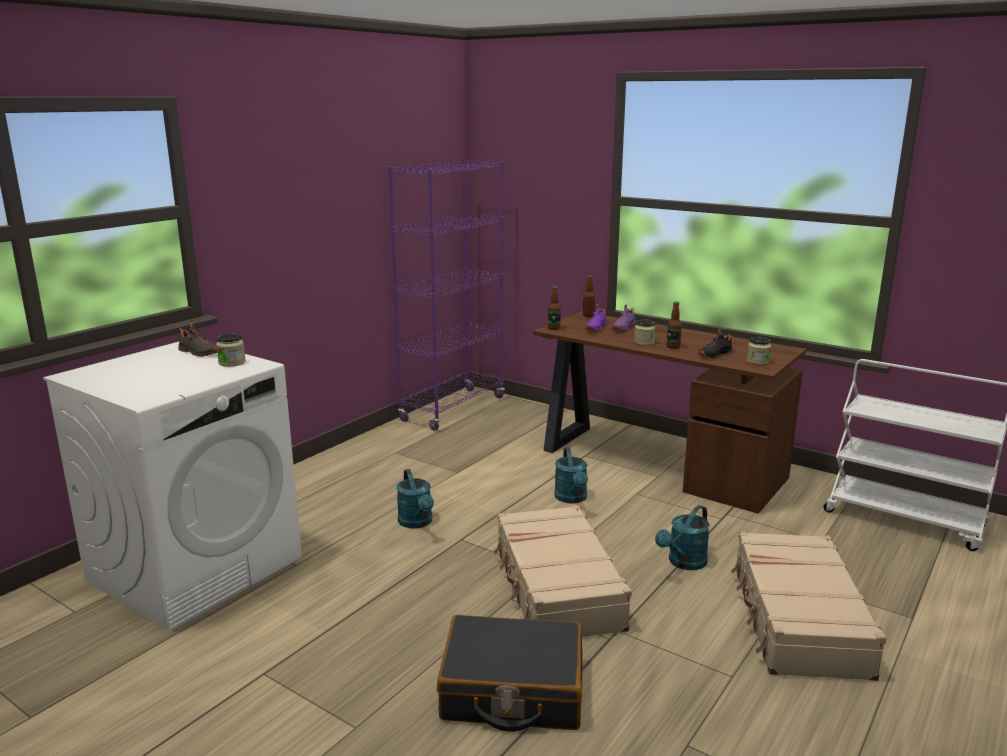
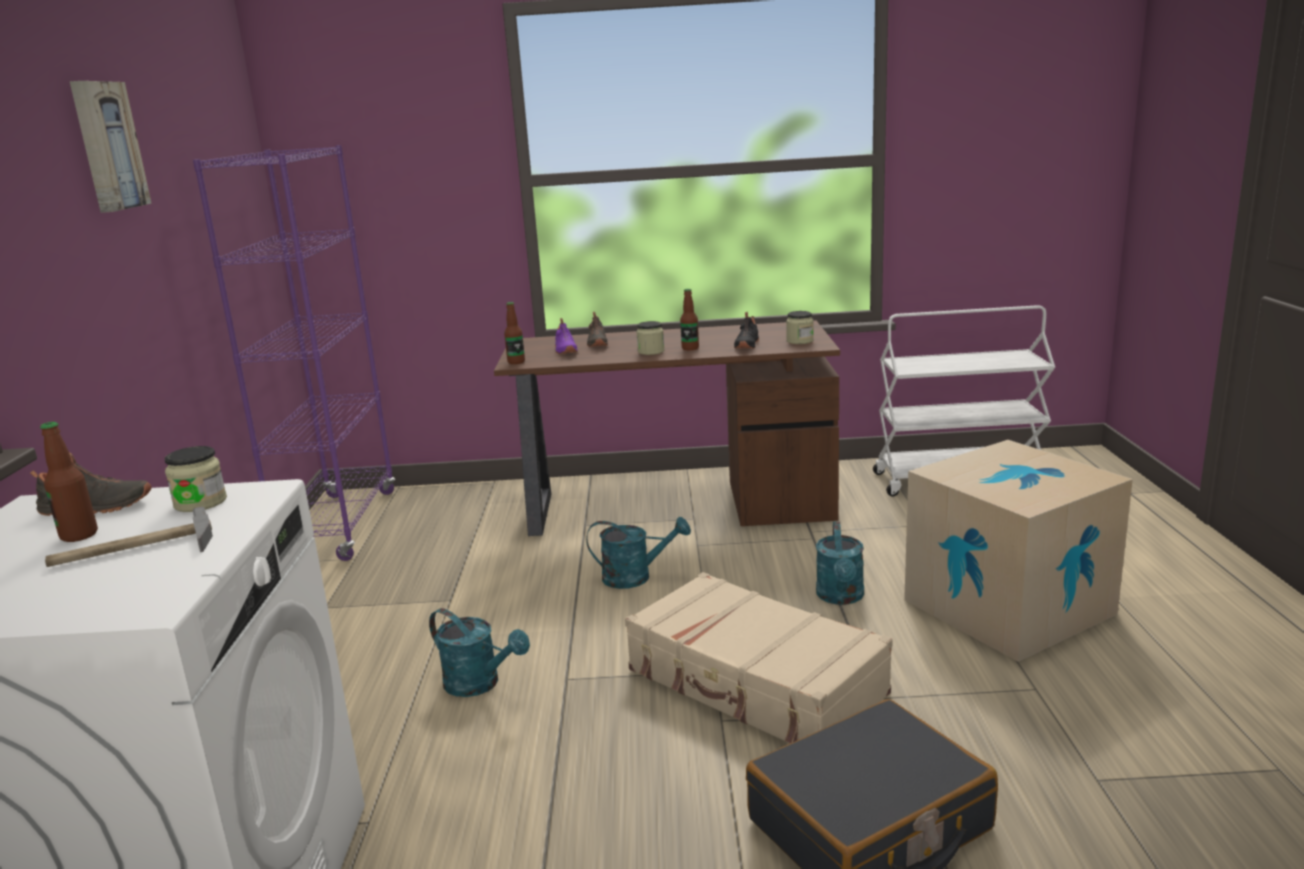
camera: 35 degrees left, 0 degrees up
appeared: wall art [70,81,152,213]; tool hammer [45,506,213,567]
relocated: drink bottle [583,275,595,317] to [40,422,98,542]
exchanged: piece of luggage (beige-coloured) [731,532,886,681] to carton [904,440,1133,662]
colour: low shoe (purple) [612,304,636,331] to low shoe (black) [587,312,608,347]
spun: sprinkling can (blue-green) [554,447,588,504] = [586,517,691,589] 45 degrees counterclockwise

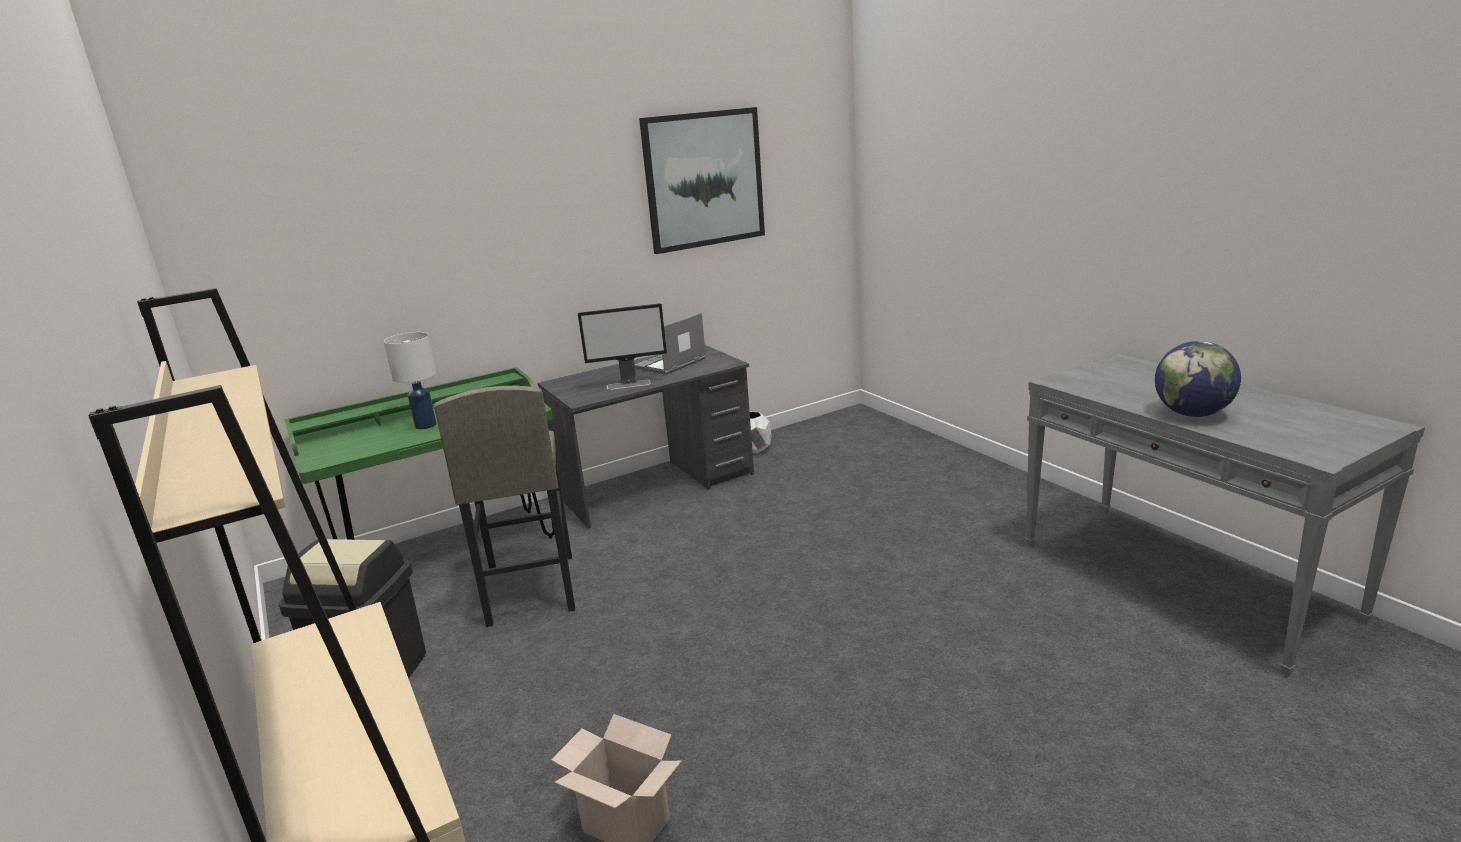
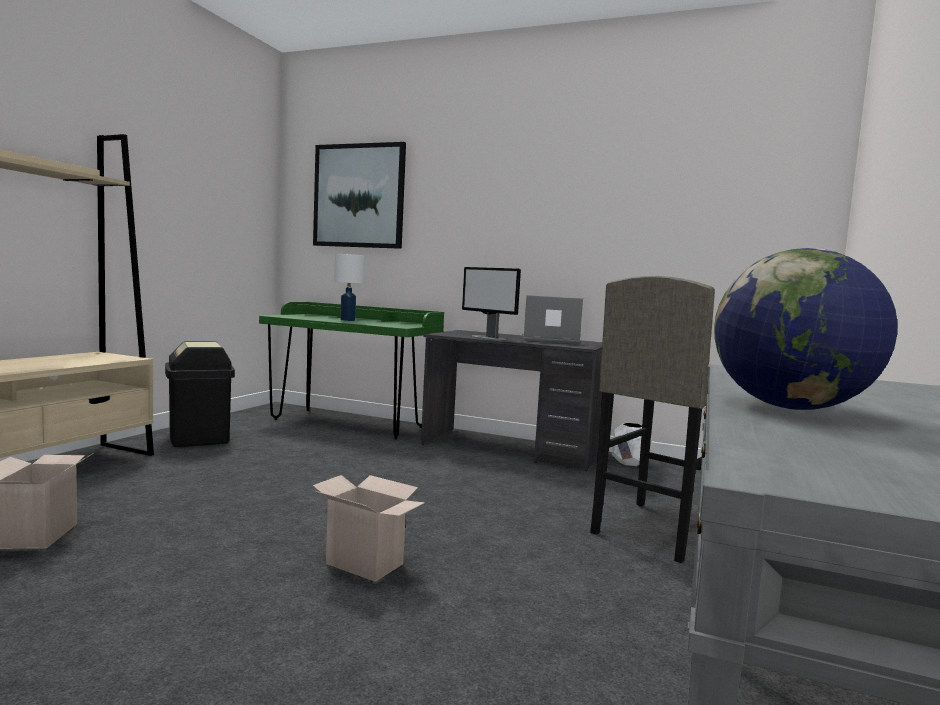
camera: 50 degrees right, 15 degrees down
appeared: carton [313,475,425,582]
relocated: wall art [639,107,765,254] to [313,142,406,249]; sitting stool (gray) [434,386,575,627] to [590,276,715,563]

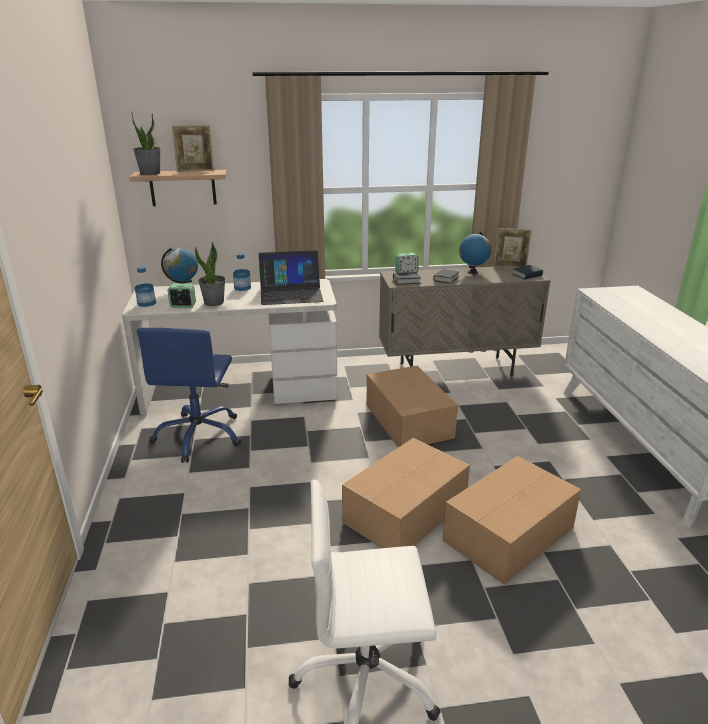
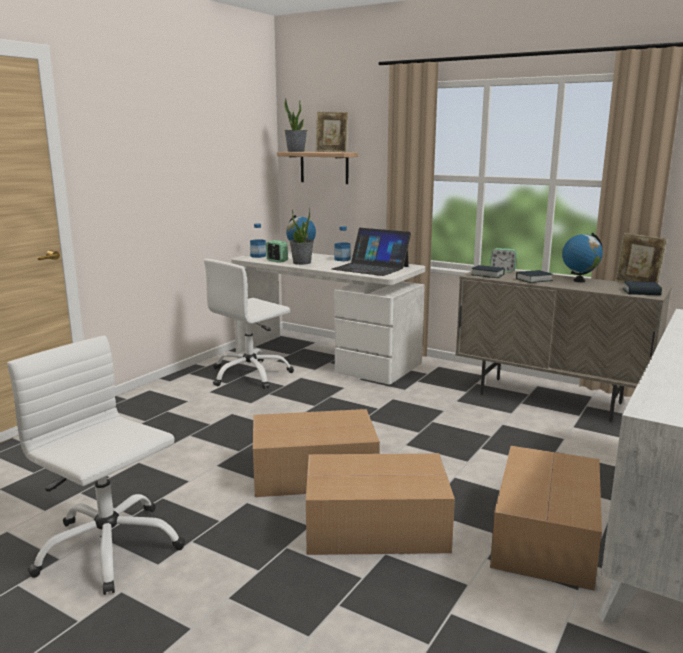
camera: 40 degrees right, 10 degrees down
relocated: carton [367,366,458,447] to [490,446,602,590]
colour: office chair (blue) [137,328,241,463] to office chair (whitish) [204,259,294,389]

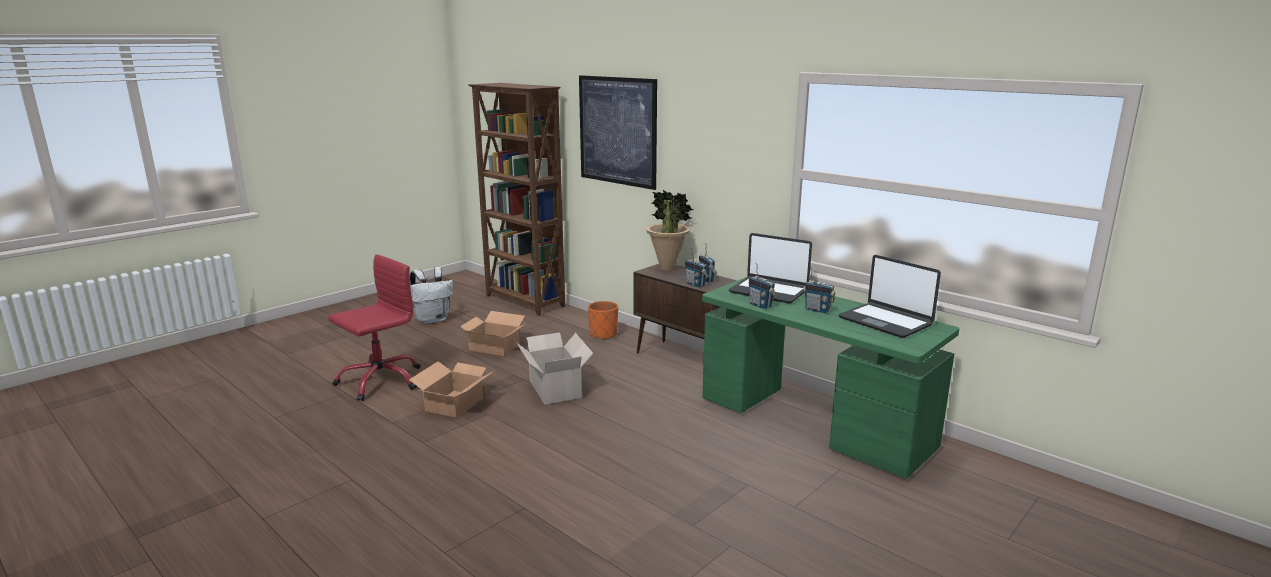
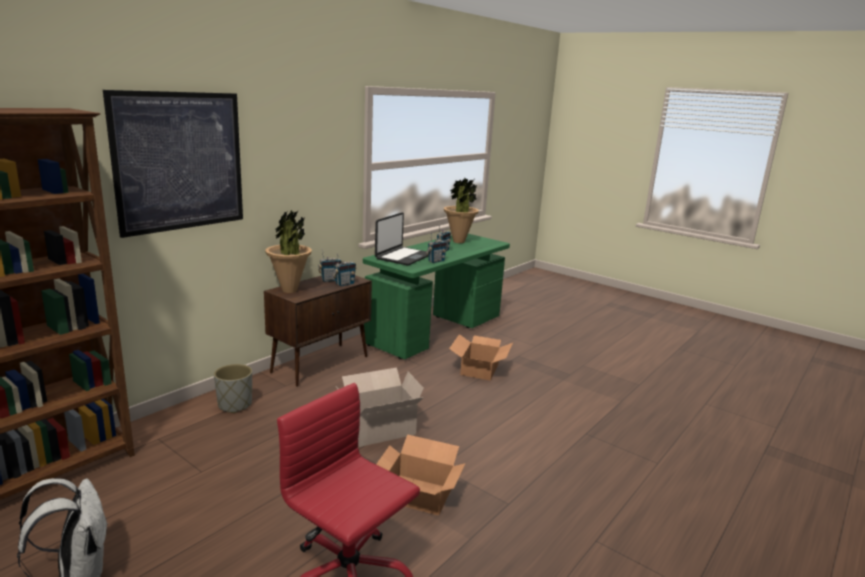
camera: 95 degrees left, 0 degrees up
relocated: carton [459,311,525,356] to [449,334,513,381]
exchanged: laptop [839,255,941,338] to plant in a pot [444,178,479,243]
colour: planter (orange) [588,301,618,340] to planter (gray) [214,364,252,413]

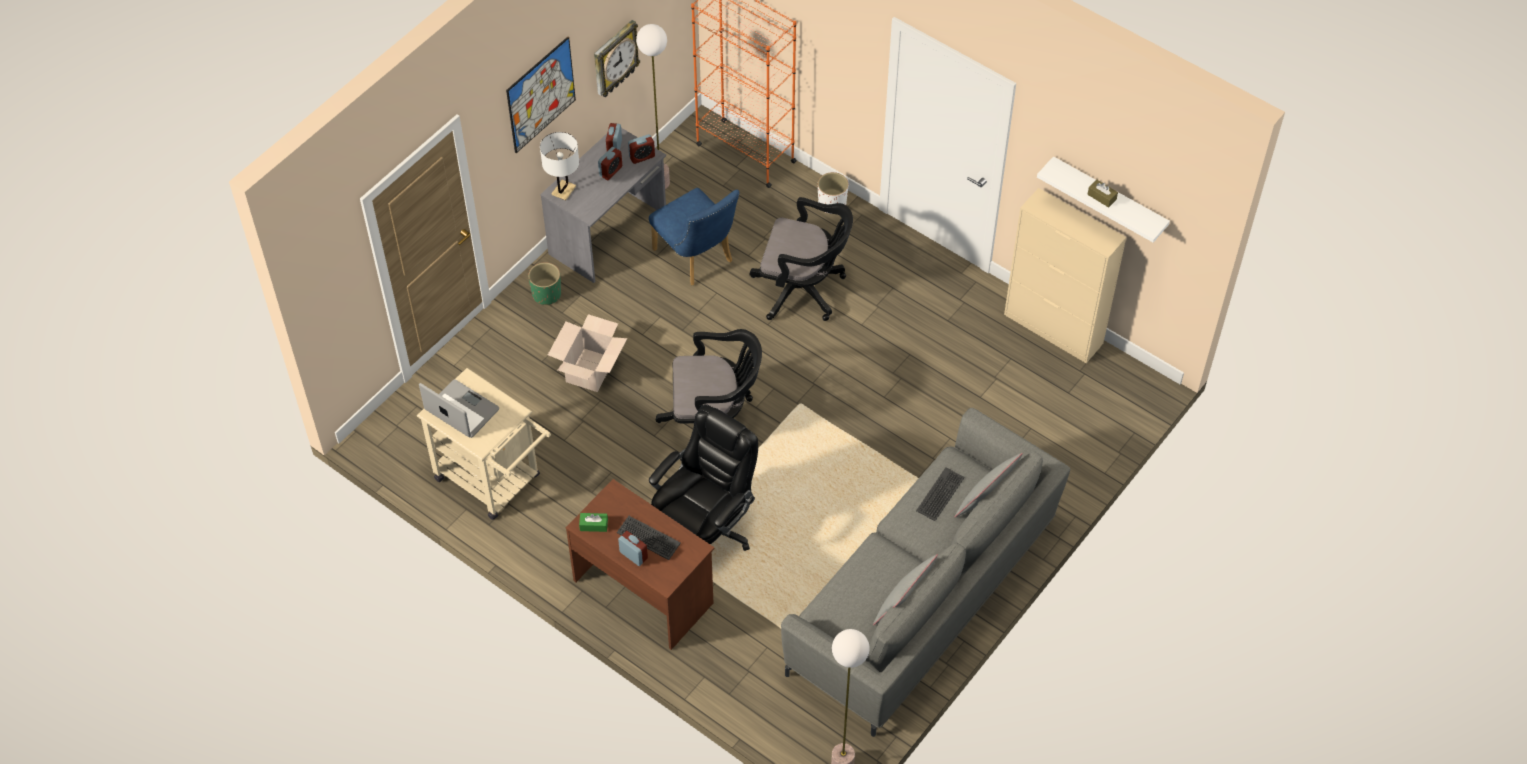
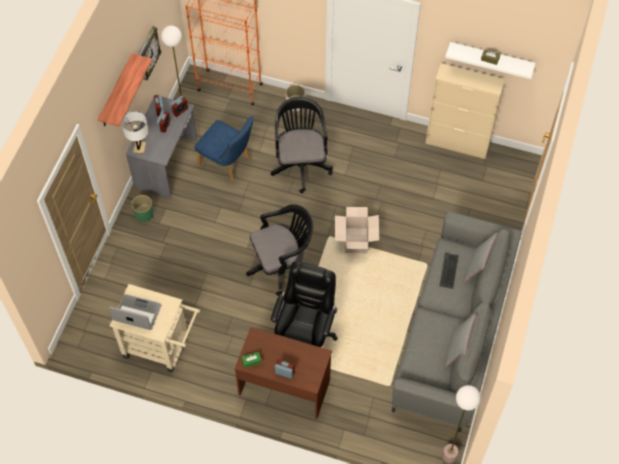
camera: 20 degrees left, 5 degrees up
missing: PC keyboard [617,516,681,560]
relocated: carton [548,314,627,392] to [335,207,379,253]
exchanged: wall art [506,37,576,153] to bracket shelf [98,53,152,126]
spun: office chair (black) [749,197,853,321] = [271,97,333,193] 90 degrees counterclockwise

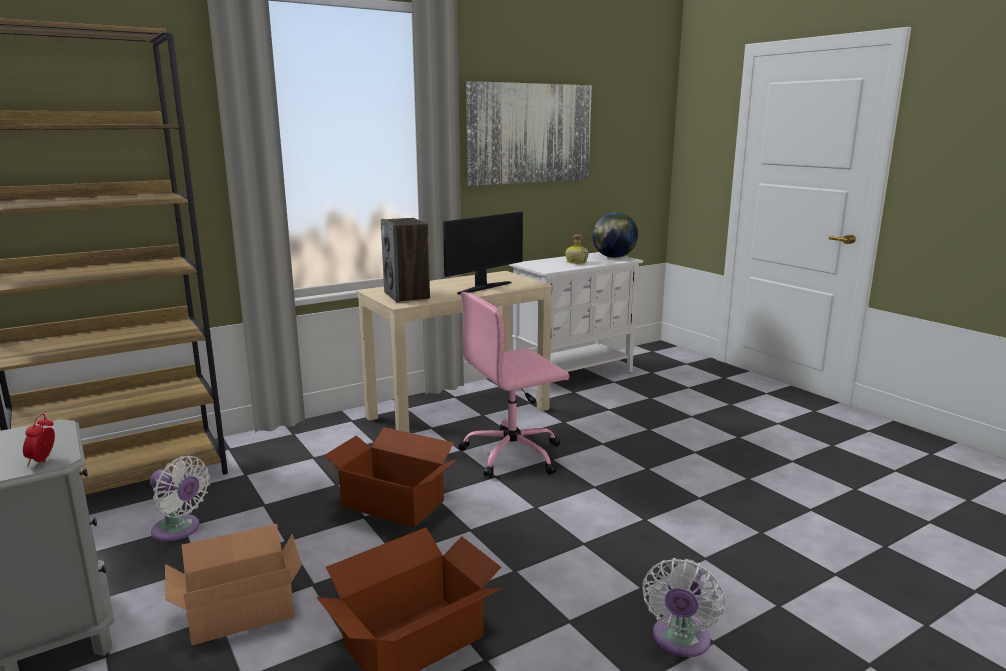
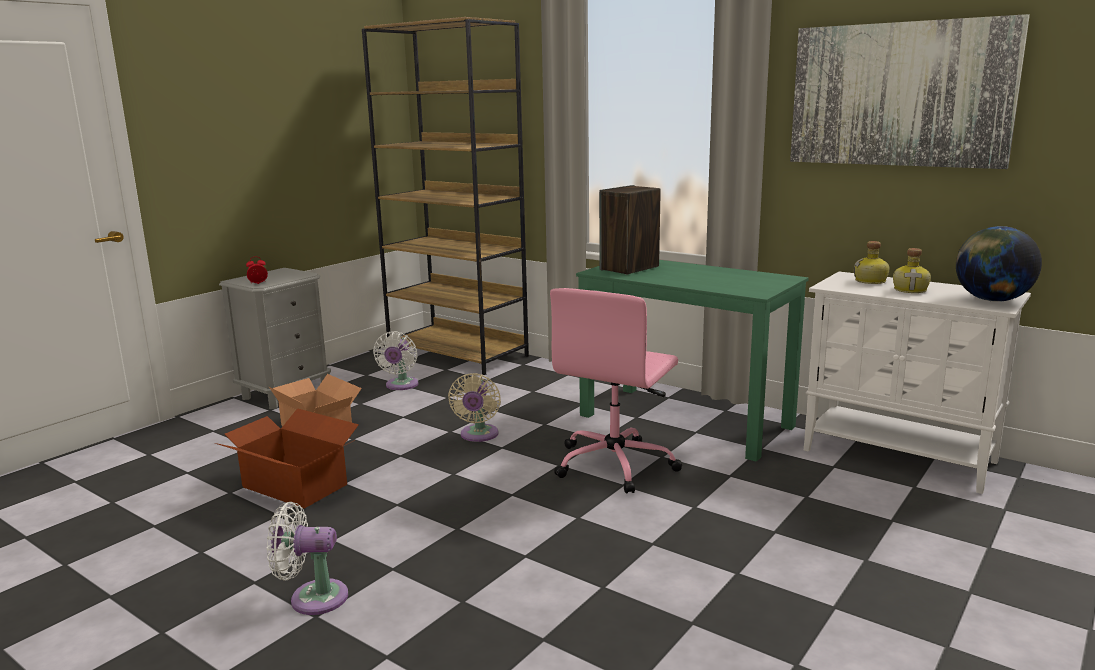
camera: 70 degrees right, 0 degrees up
missing: computer display [443,211,523,295]
appeared: drink bottle [854,241,890,284]
exchanged: carton [322,427,457,527] to cooling fan (beige-coloured) [448,373,501,442]
colour: desk table (beige-coloured) [356,271,554,433] to desk table (green-coloured) [576,260,809,462]
spun: office chair (pinkish) [458,292,569,478] = [550,288,682,493] 105 degrees counterclockwise

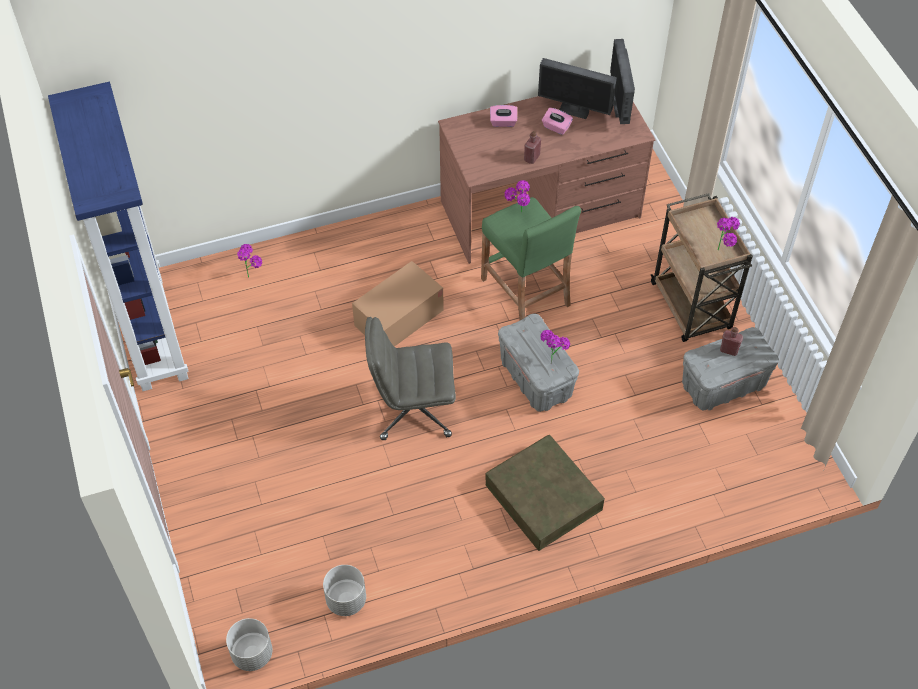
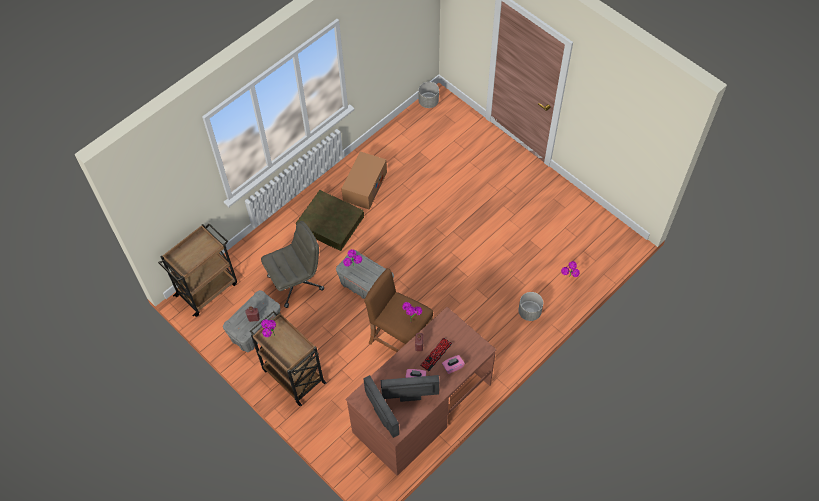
camera: 155 degrees right, 5 degrees up
missing: bookcase (blue) [48,82,189,391]
appeared: trolley (brown) [158,223,237,317]; PC keyboard [420,338,452,371]
relocated: carton [352,261,444,347] to [341,151,387,209]; office chair (gray) [365,317,456,440] to [261,221,324,308]; planter (gray) [323,565,366,616] to [518,292,543,321]
colour: sitting stool (green-coloured) [481,197,581,320] to sitting stool (brown) [364,268,433,352]

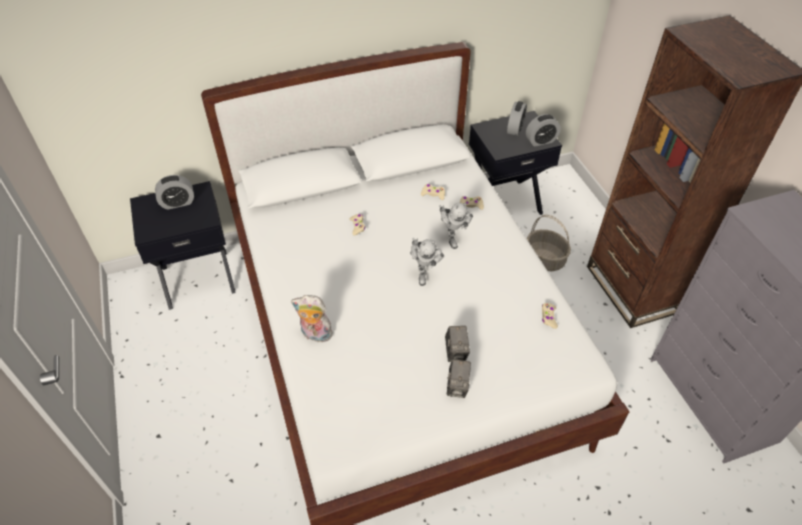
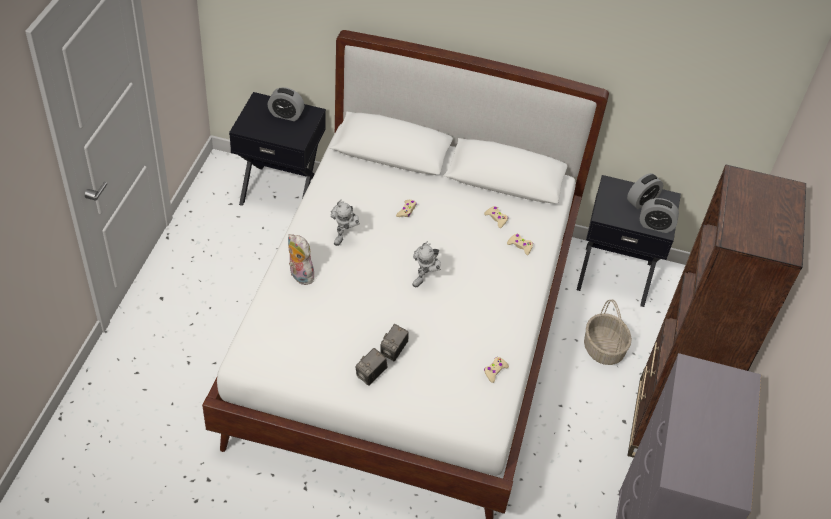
camera: 30 degrees right, 0 degrees up
relocated: toy robot [439,203,473,249] to [331,199,360,246]

